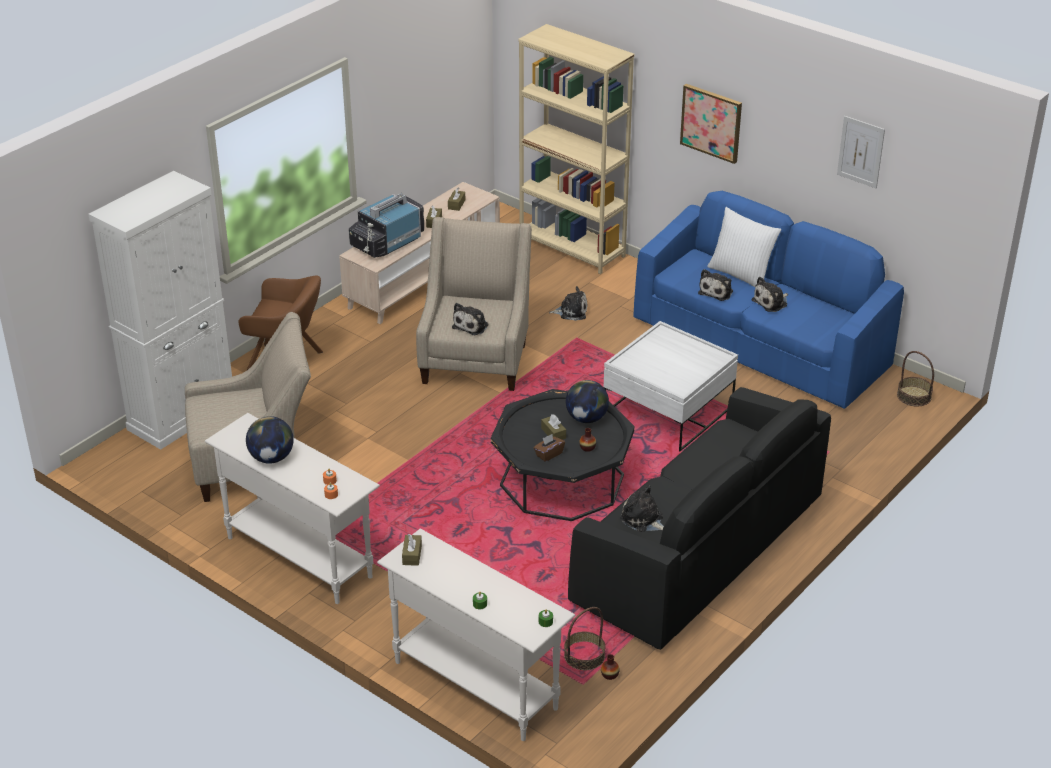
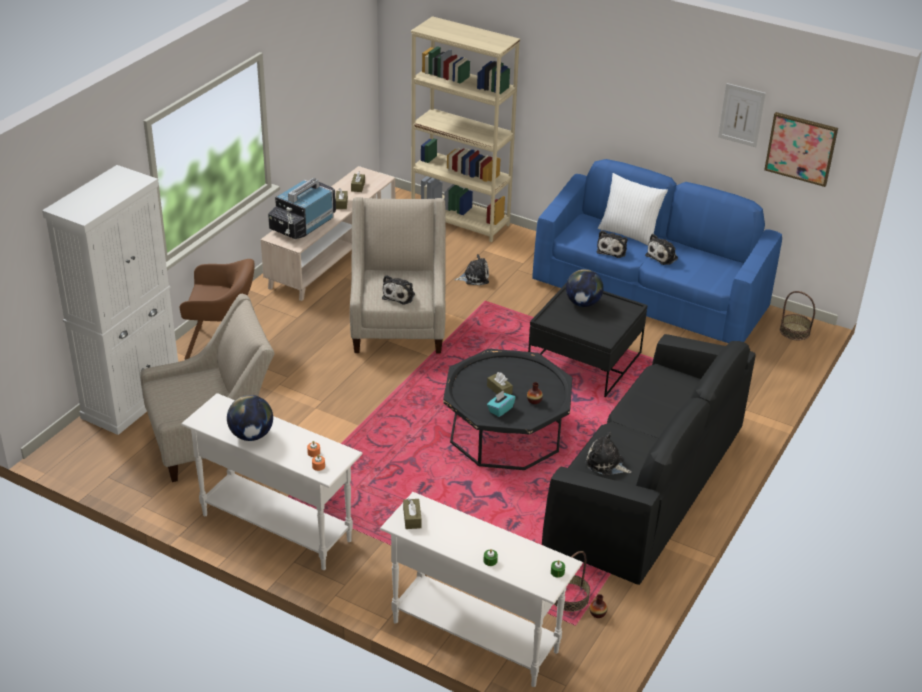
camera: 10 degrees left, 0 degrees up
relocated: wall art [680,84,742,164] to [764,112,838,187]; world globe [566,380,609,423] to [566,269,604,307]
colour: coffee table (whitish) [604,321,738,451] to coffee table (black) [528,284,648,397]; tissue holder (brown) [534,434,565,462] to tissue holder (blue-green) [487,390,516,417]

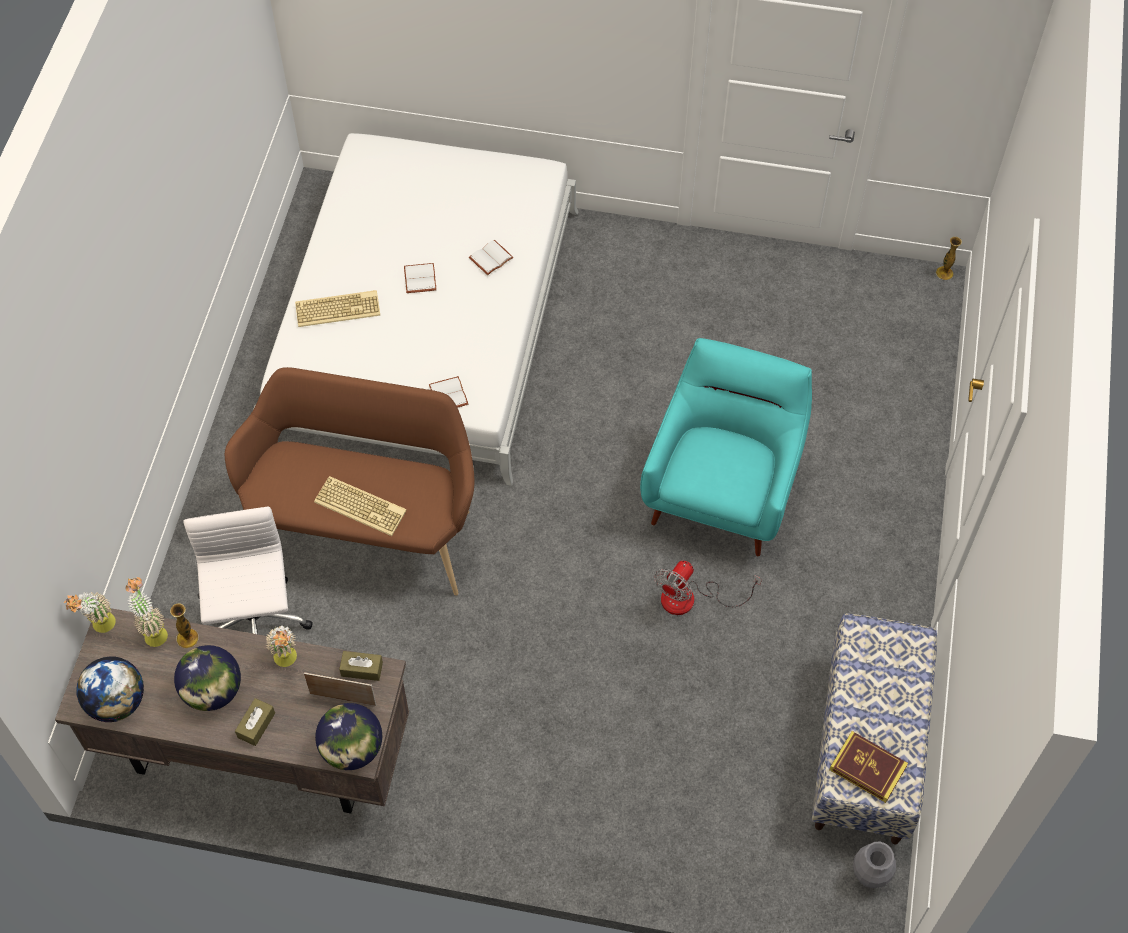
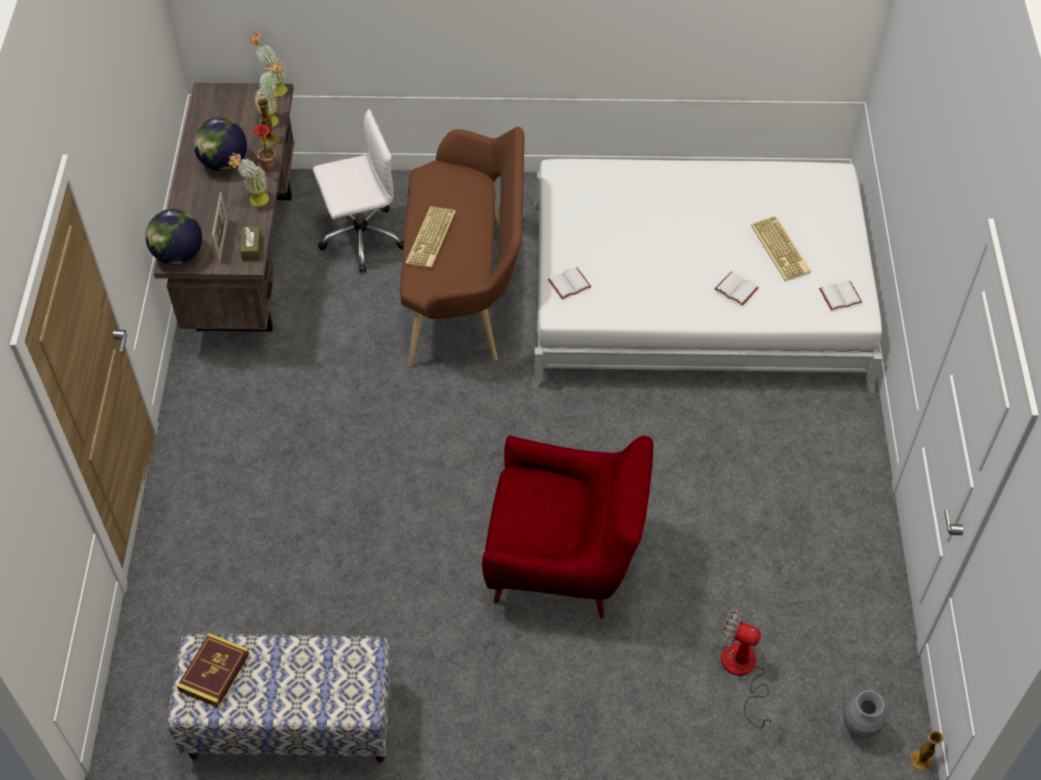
camera: 80 degrees right, 5 degrees down
missing: world globe [76,656,144,722]; tissue holder (brown) [235,698,275,746]
appeared: plant in a pot [253,125,281,170]
relocated: bound book (whitish) [404,263,437,293] to [819,281,863,311]; PC keyboard [295,290,381,327] to [751,216,811,281]; cooling fan [655,560,762,615] to [719,607,775,728]; decorative vase (gray) [853,842,896,888] to [843,690,886,740]
colour: lounge chair (blue-green) [640,338,812,556] to lounge chair (red) [482,436,653,618]

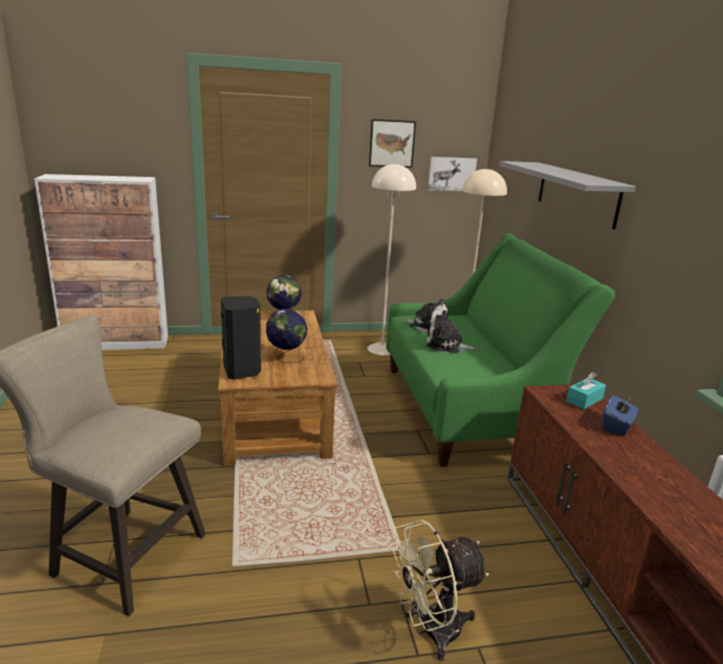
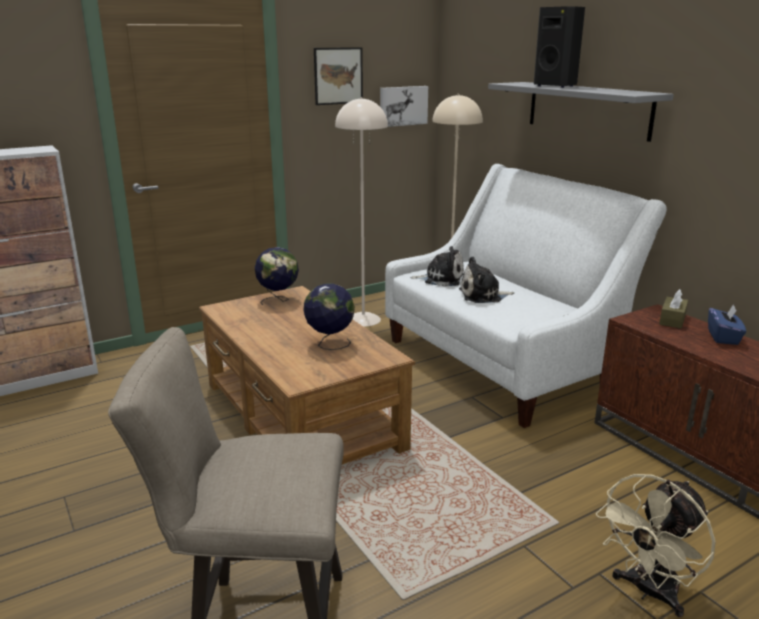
camera: 20 degrees left, 0 degrees up
relocated: speaker (black) [221,296,261,380] to [534,6,585,88]
colour: sofa (green-coloured) [386,233,615,467] to sofa (whitish) [385,164,667,428]; tissue holder (blue-green) [566,372,606,409] to tissue holder (brown) [659,289,688,329]

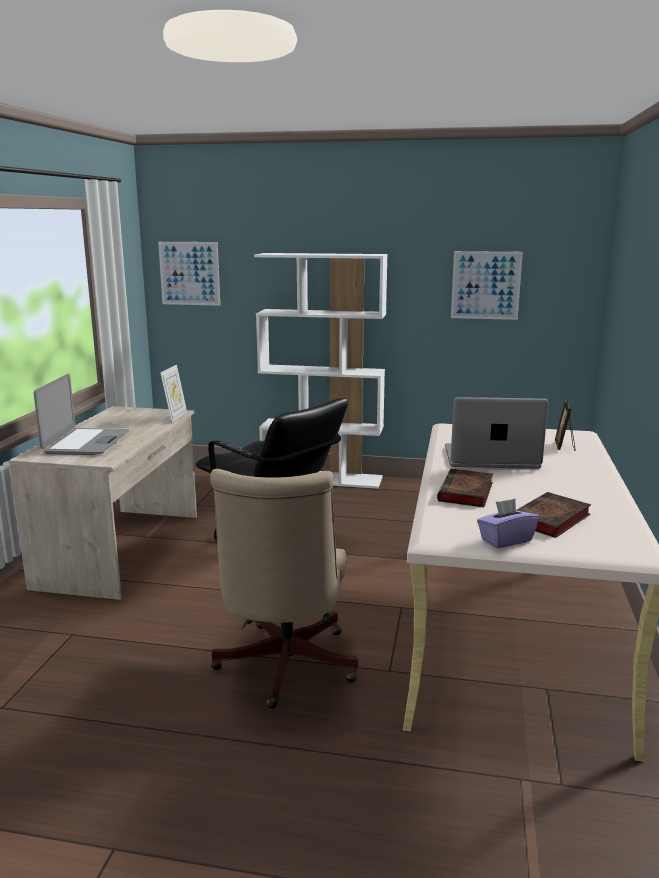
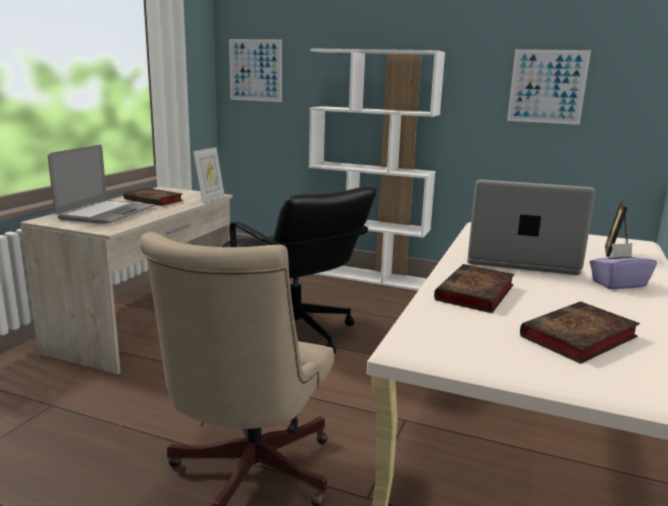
camera: 10 degrees right, 0 degrees up
appeared: bound book [124,188,183,206]
relocated: tissue holder (purple) [477,499,539,548] to [590,243,657,289]

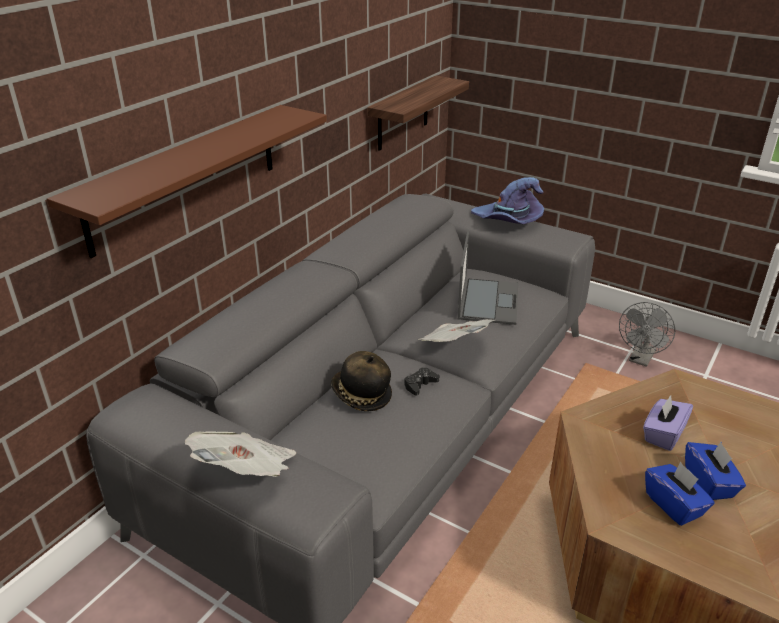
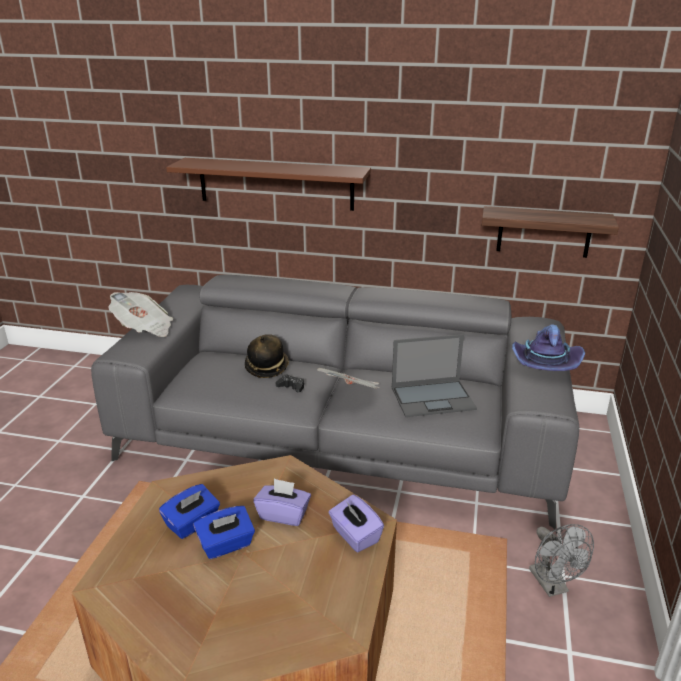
camera: 70 degrees right, 5 degrees down
appeared: tissue holder (purple) [328,494,384,552]
spun: cooling fan (gray) [619,302,675,367] = [529,524,594,597] 120 degrees counterclockwise

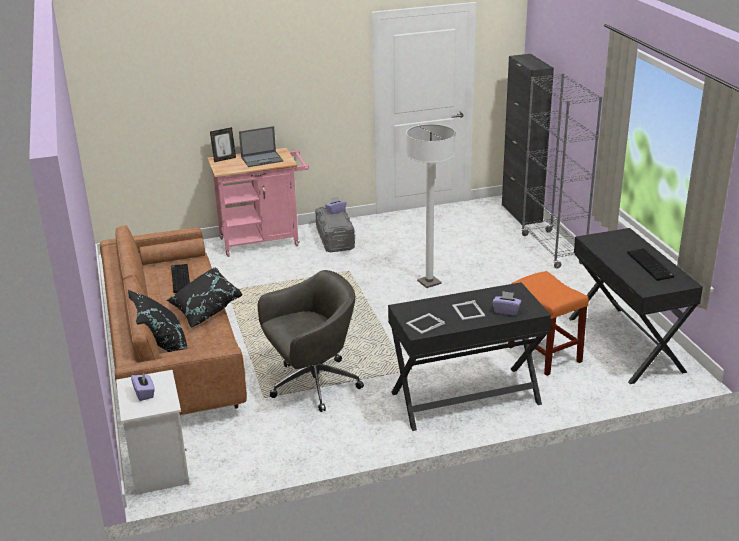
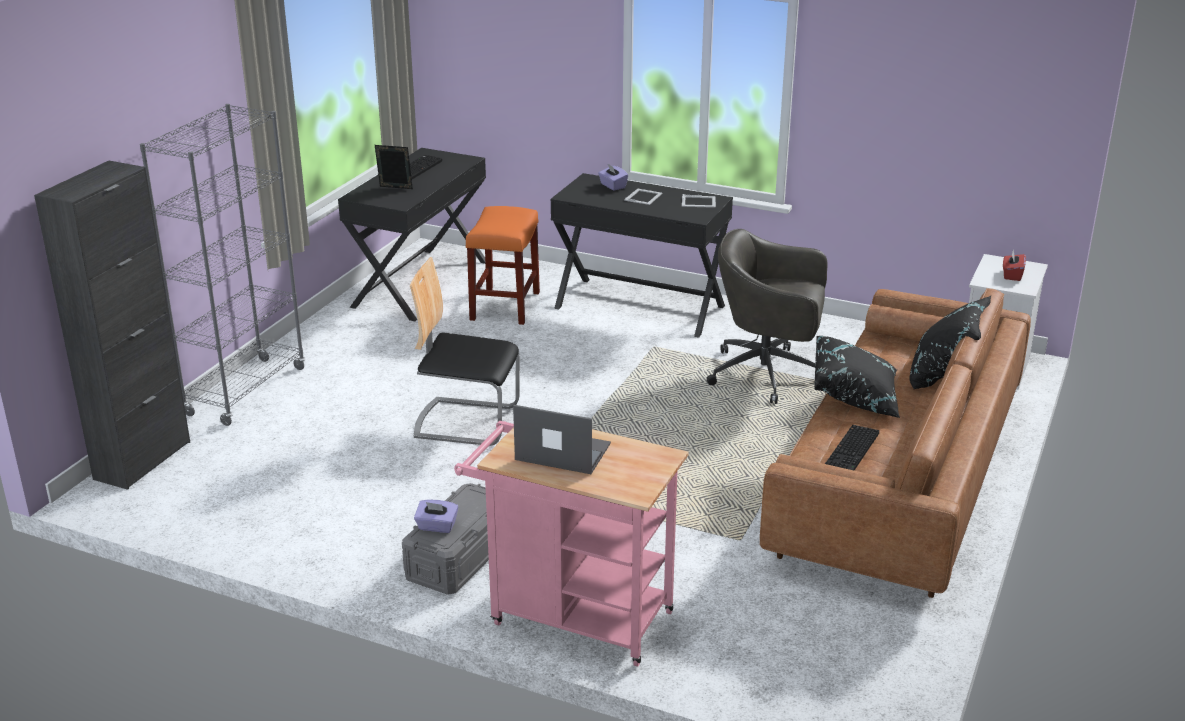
camera: 140 degrees left, 0 degrees up
relocated: photo frame [210,127,236,162] to [375,145,413,189]
exchanged: standing lamp (whitish) [406,124,455,288] to upright chair [410,257,520,446]
colour: tissue holder (purple) [131,372,155,401] to tissue holder (red) [1003,250,1026,281]

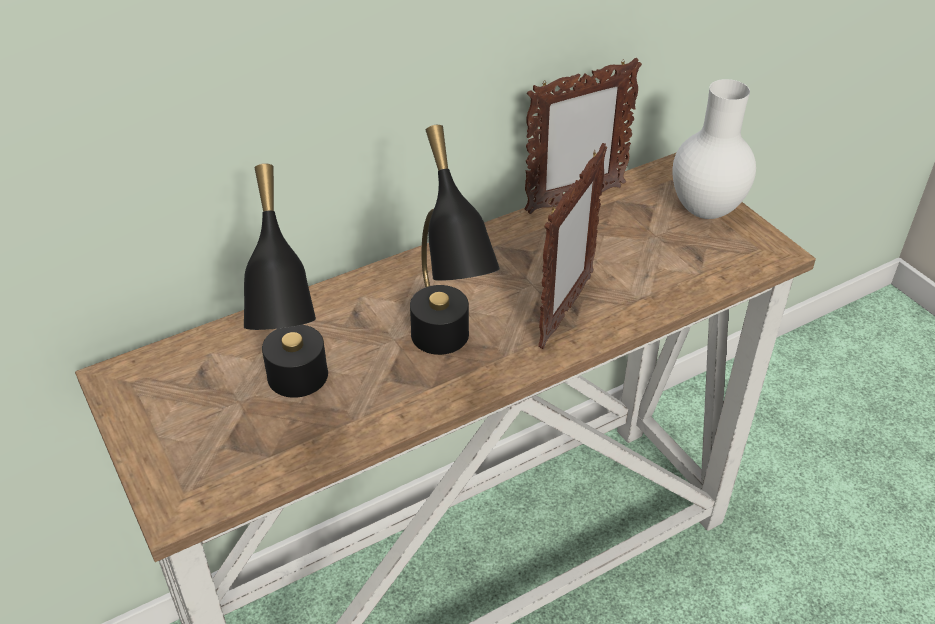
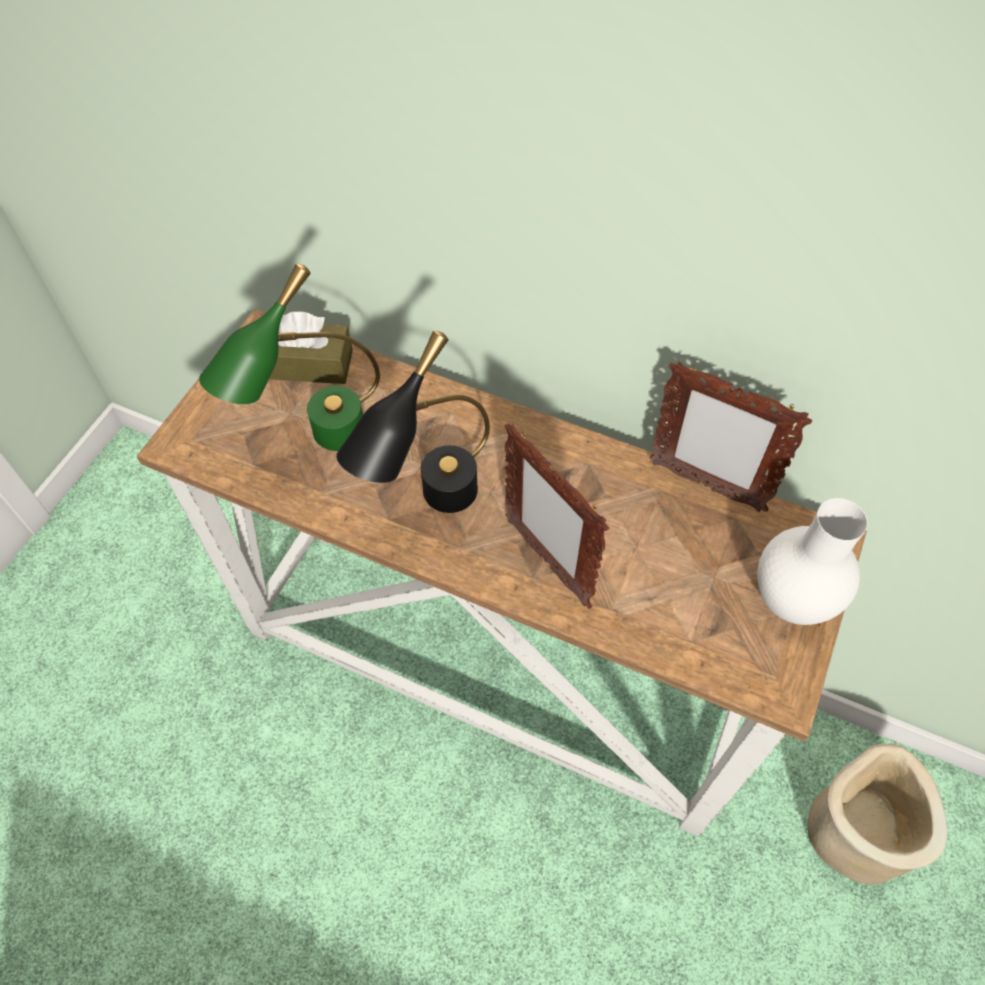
camera: 55 degrees right, 15 degrees up
appeared: tissue holder (brown) [269,312,353,384]; planter (beige-coloured) [807,743,947,885]
colour: tabletop lamp (black) [244,163,328,398] to tabletop lamp (green-coloured) [199,263,380,451]
spun: photo frame [538,143,607,349] = [505,424,609,609] 60 degrees clockwise

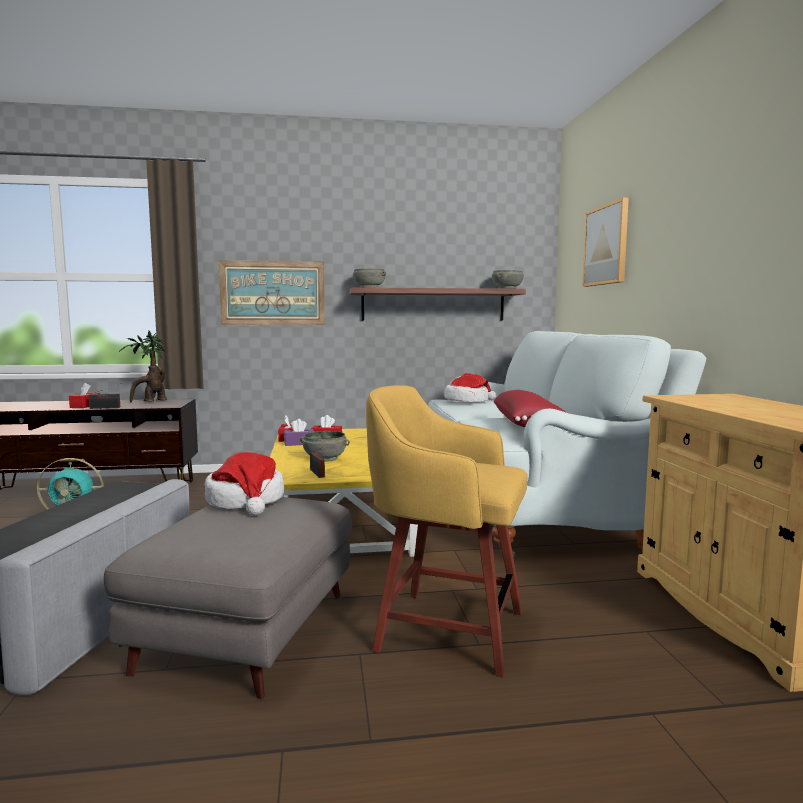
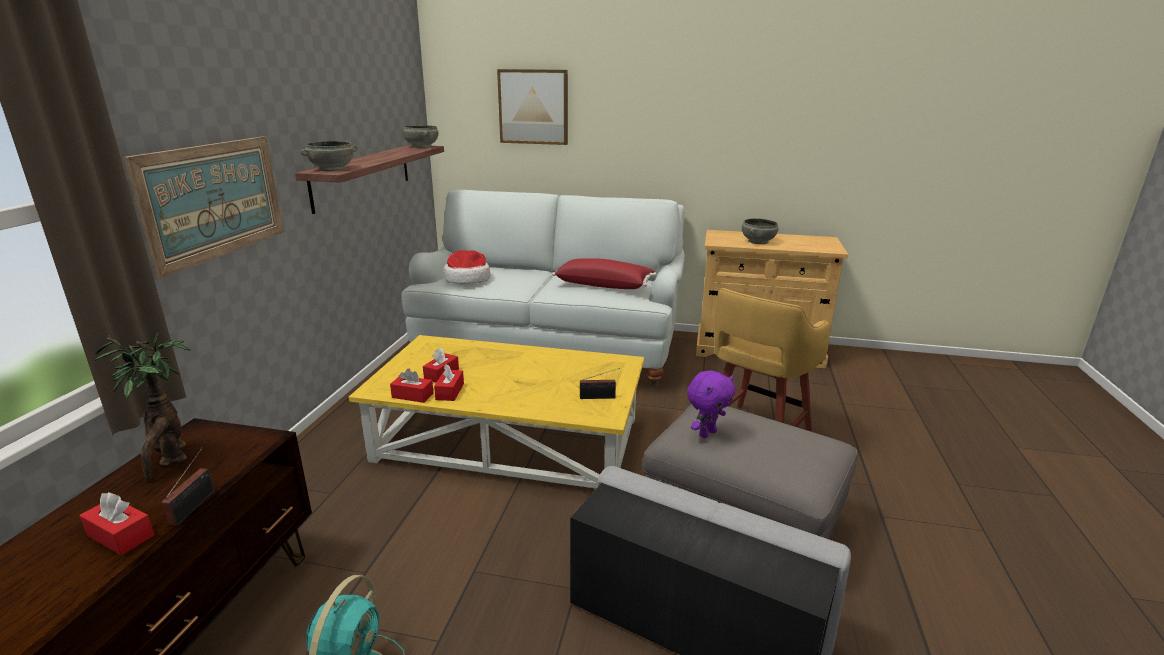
camera: 70 degrees left, 15 degrees up
relocated: serving bowl (gray) [300,431,350,462] to [742,218,779,244]
exchanged: hat [205,452,284,516] to soft toy (purple) [687,370,735,438]
colour: tissue holder (purple) [284,419,314,446] to tissue holder (red) [434,364,464,401]

